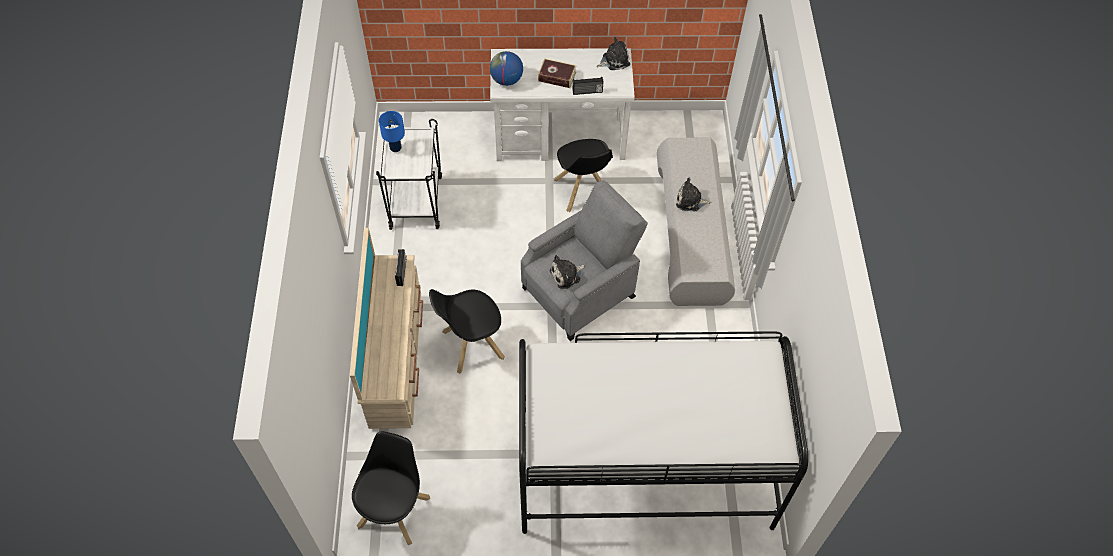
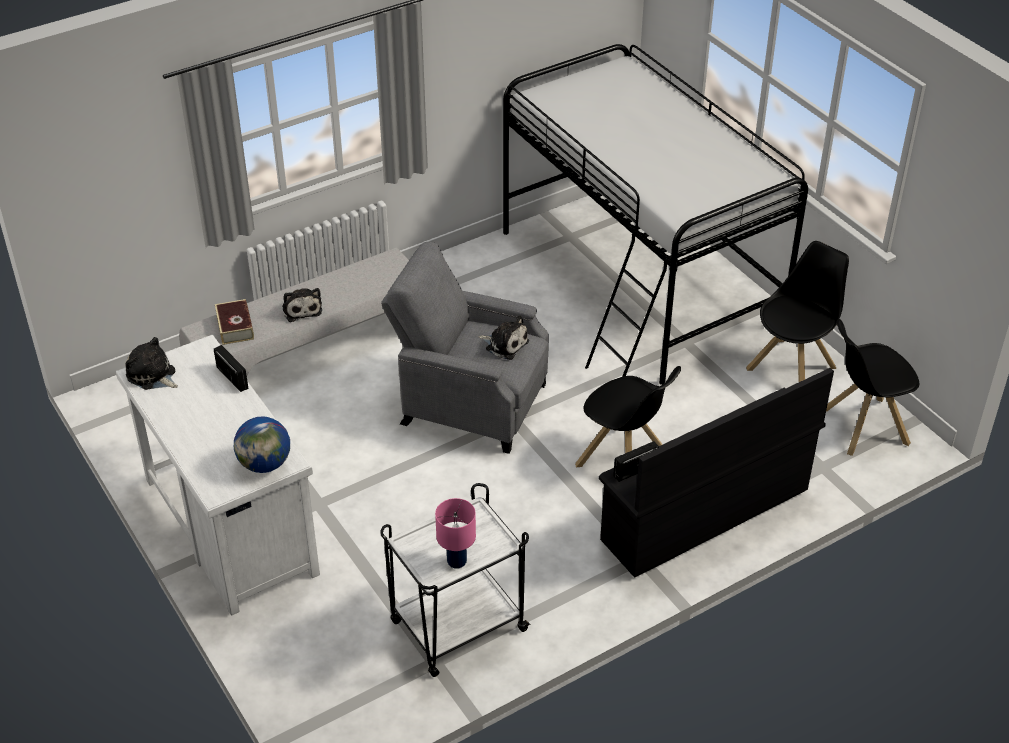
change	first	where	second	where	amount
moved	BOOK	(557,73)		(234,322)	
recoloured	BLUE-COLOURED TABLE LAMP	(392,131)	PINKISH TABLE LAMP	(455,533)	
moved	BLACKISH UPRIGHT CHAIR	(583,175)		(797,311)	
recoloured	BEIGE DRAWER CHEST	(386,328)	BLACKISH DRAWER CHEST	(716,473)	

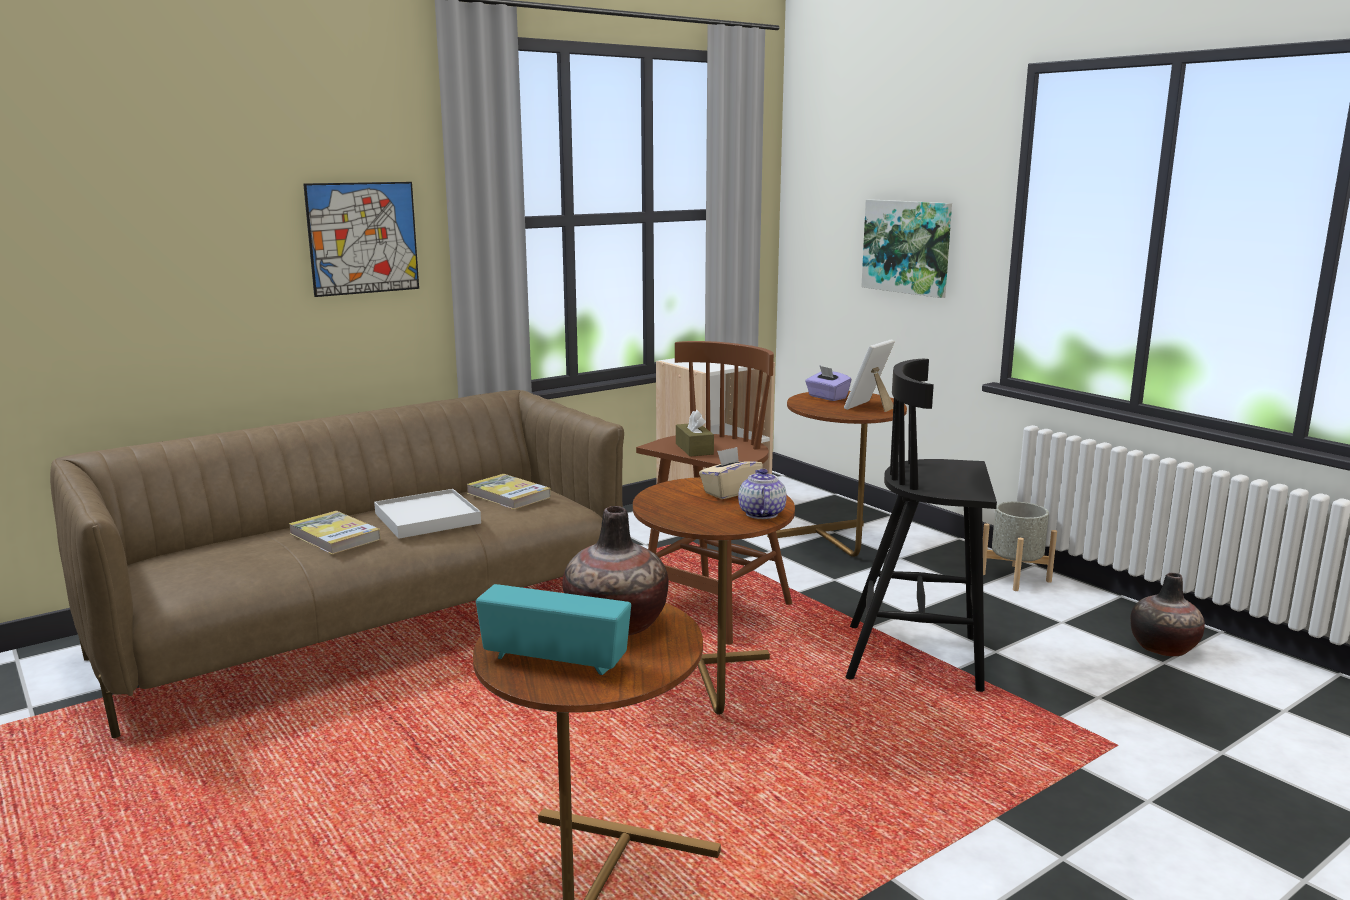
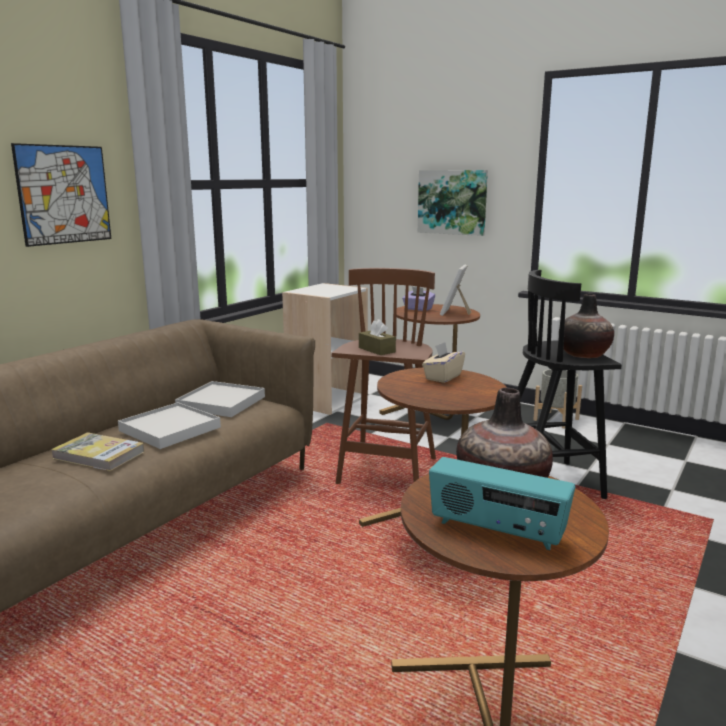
change	first	where	second	where	amount
removed	TEAPOT	(762,494)			
replaced	BOOK	(508,491)	WHITE TRAY	(220,399)	
moved	FLOWER VASE	(1167,614)		(586,326)	
turned	RADIO	(553,629)		(502,503)	150 degrees counterclockwise

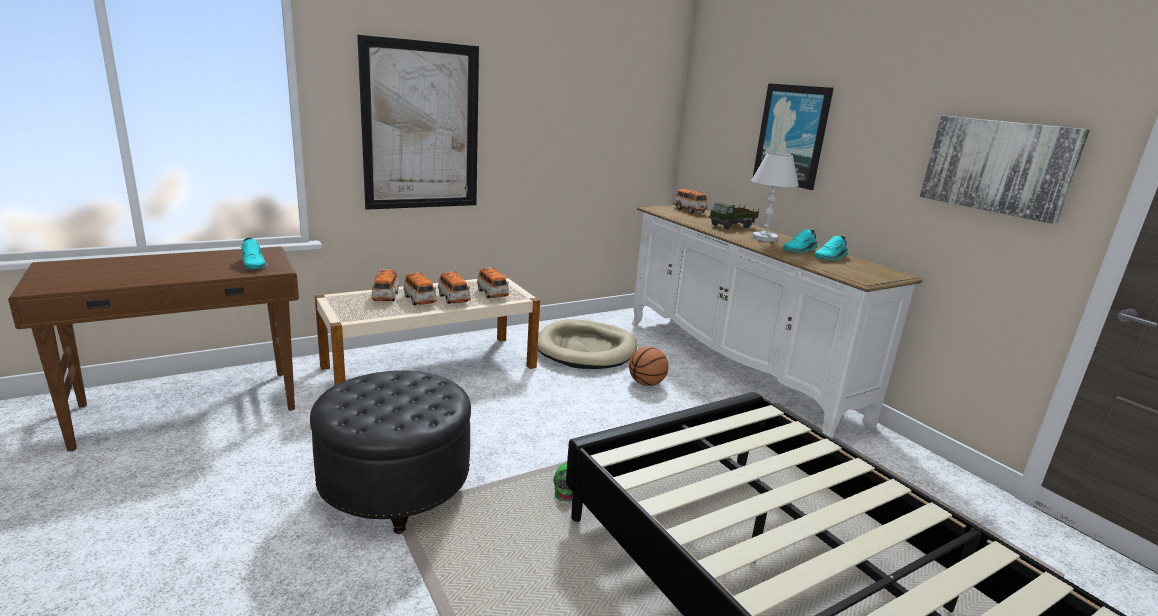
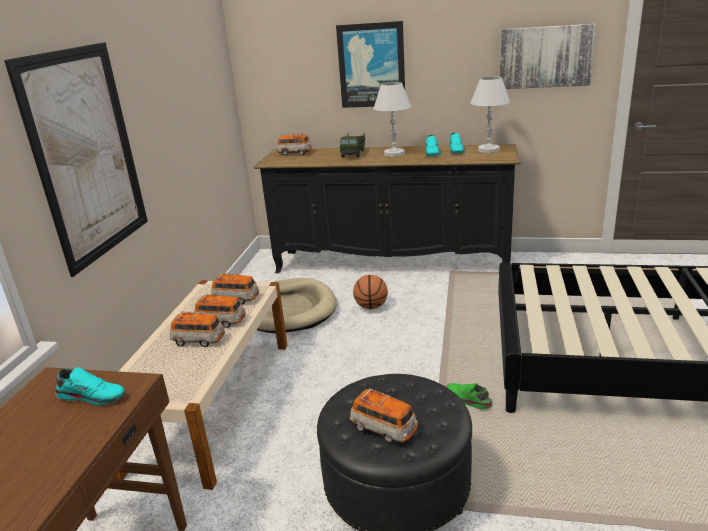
change	first	where	second	where	amount
recoloured	WHITE DRAWER CHEST	(777,322)	BLACKISH DRAWER CHEST	(387,208)	
moved	MINIATURE CAR	(385,285)		(383,416)	
added			WHITE TABLE LAMP	(490,114)	

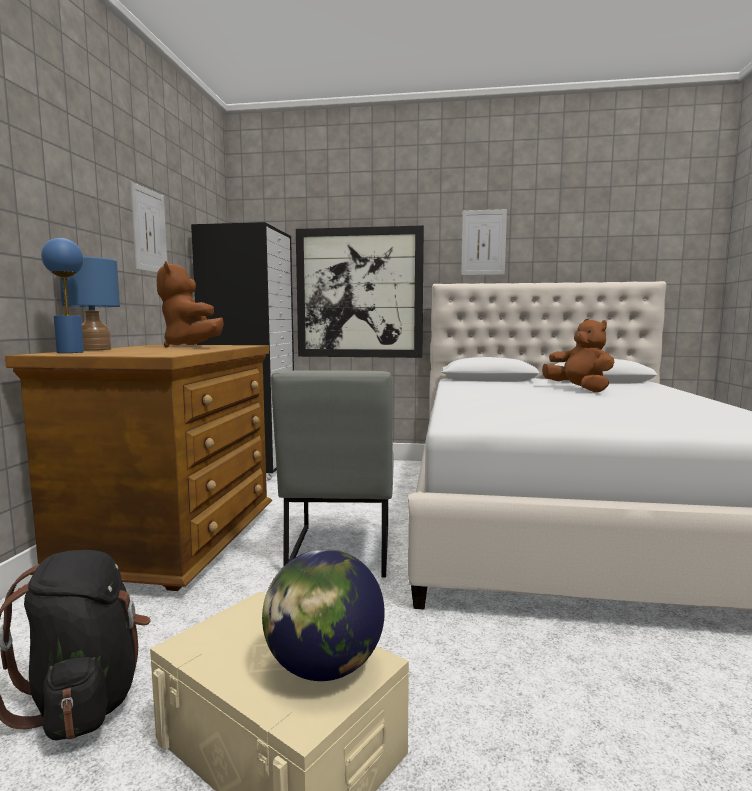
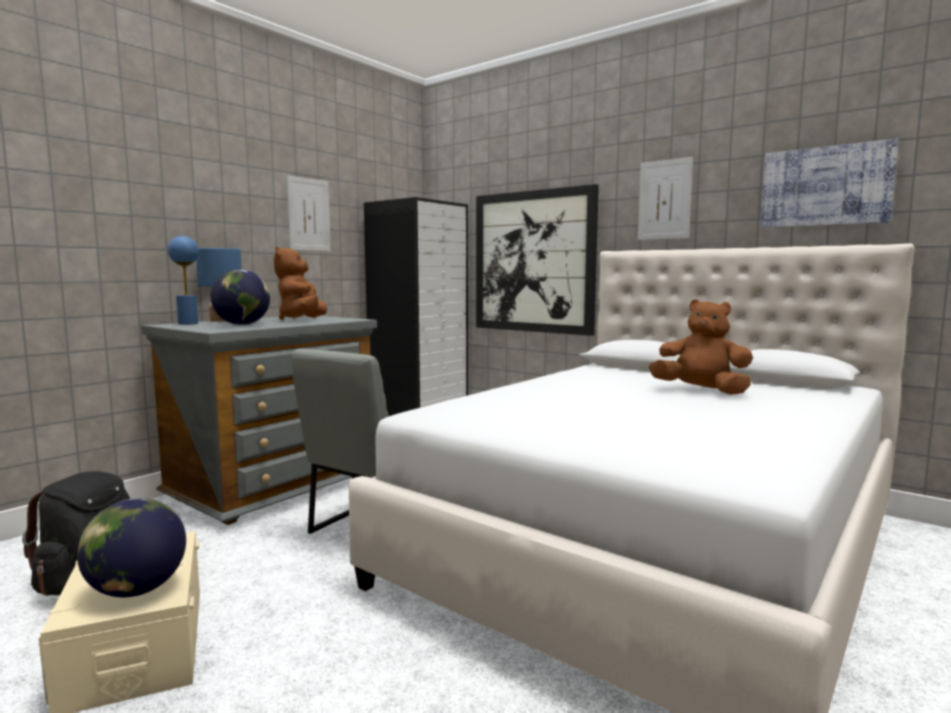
change	first	where	second	where	amount
turned	BROWN SOFT TOY	(578,355)		(701,347)	60 degrees counterclockwise
recoloured	BROWN DRAWER CHEST	(138,468)	GREYISH DRAWER CHEST	(259,420)	
added			WALL ART	(829,183)	
added			DESK GLOBE	(240,297)	

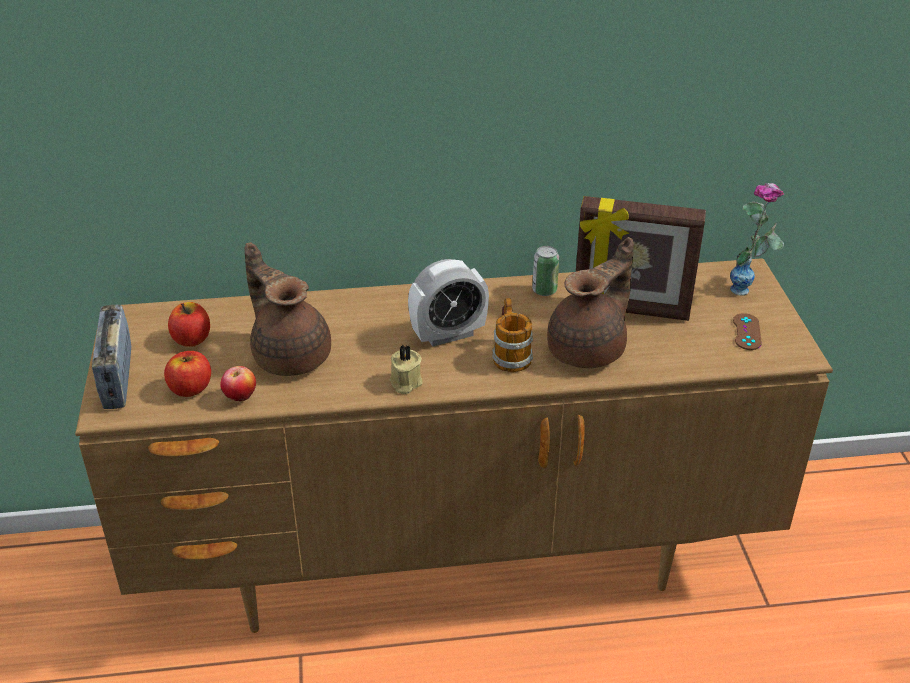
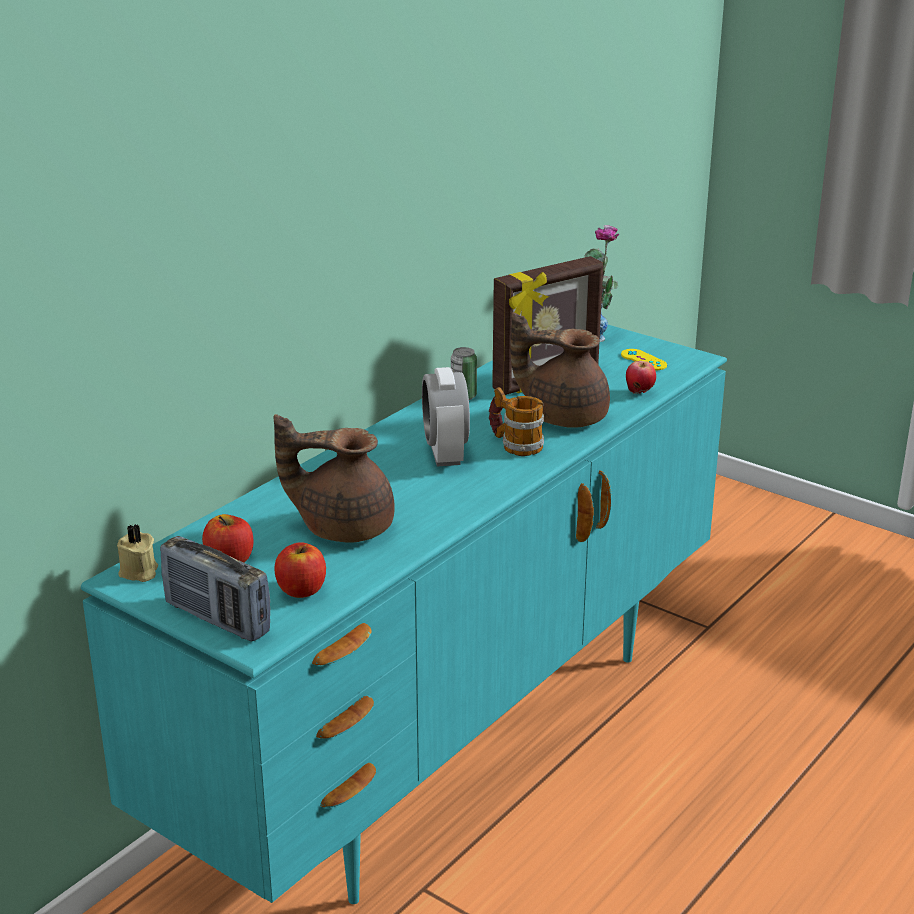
change	first	where	second	where	amount
turned	BROWN TEAPOT	(590,302)		(560,370)	75 degrees counterclockwise
recoloured	BROWN DRAWER CHEST	(454,445)	TURQUOISE DRAWER CHEST	(404,614)	
turned	ALARM CLOCK	(448,303)		(446,417)	150 degrees clockwise
recoloured	BROWN GAMEPAD	(747,331)	YELLOWISH GAMEPAD	(644,359)	
moved	BEIGE WAX CANDLE	(406,369)		(137,553)	
moved	APPLE	(238,383)		(641,377)	

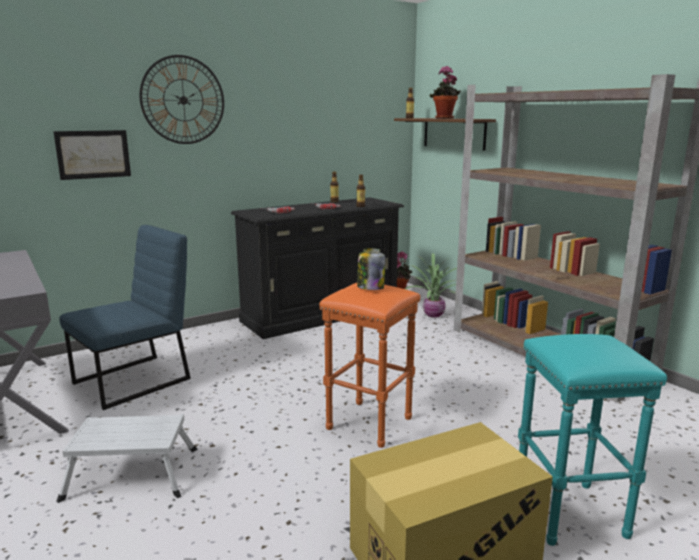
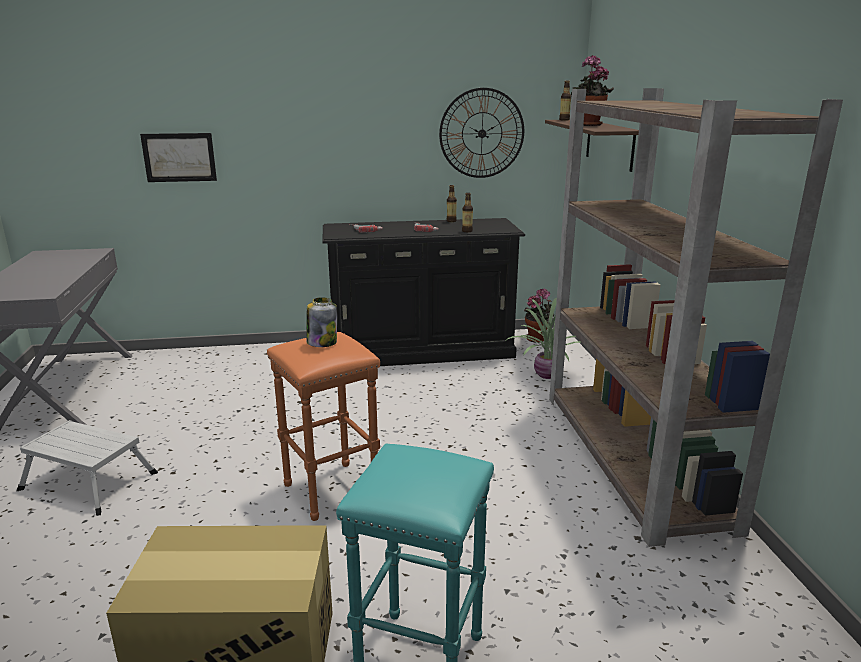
change	first	where	second	where	amount
moved	HANGING CLOCK	(181,99)		(481,133)	
removed	BLUE-COLOURED UPRIGHT CHAIR	(125,317)			

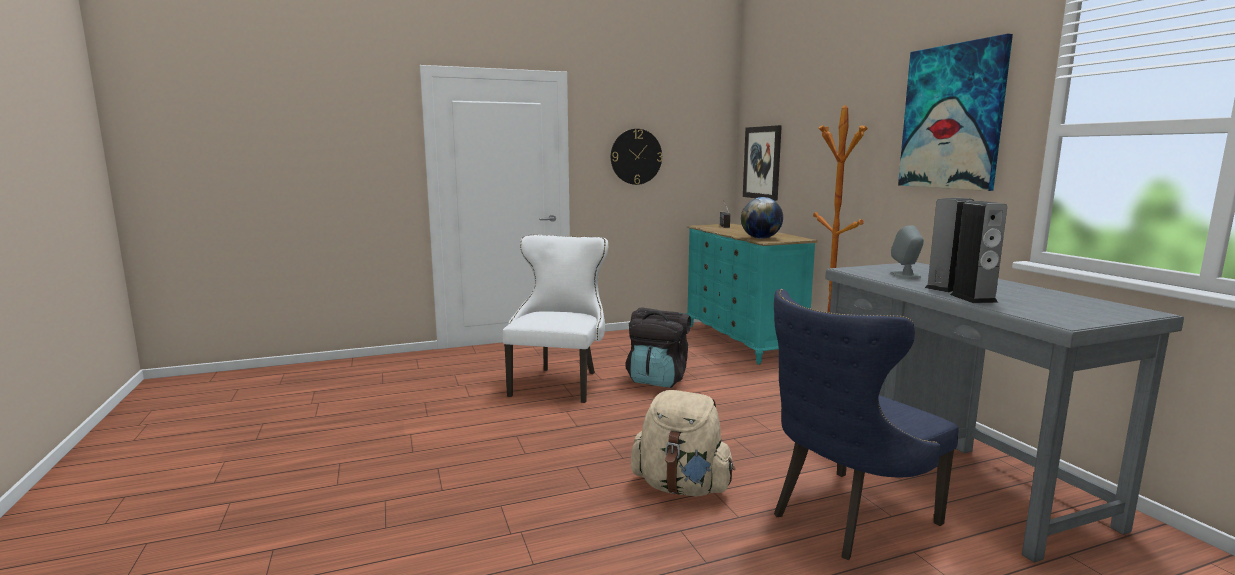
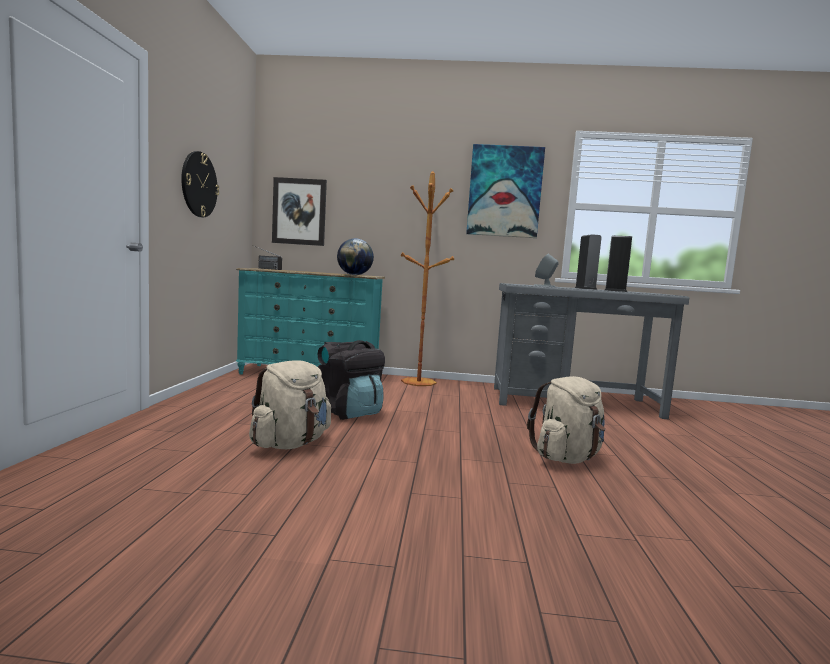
change	first	where	second	where	amount
replaced	WHITE UPRIGHT CHAIR	(555,319)	BEIGE RUCKSACK	(290,404)	
removed	BLUE-COLOURED UPRIGHT CHAIR	(866,424)			

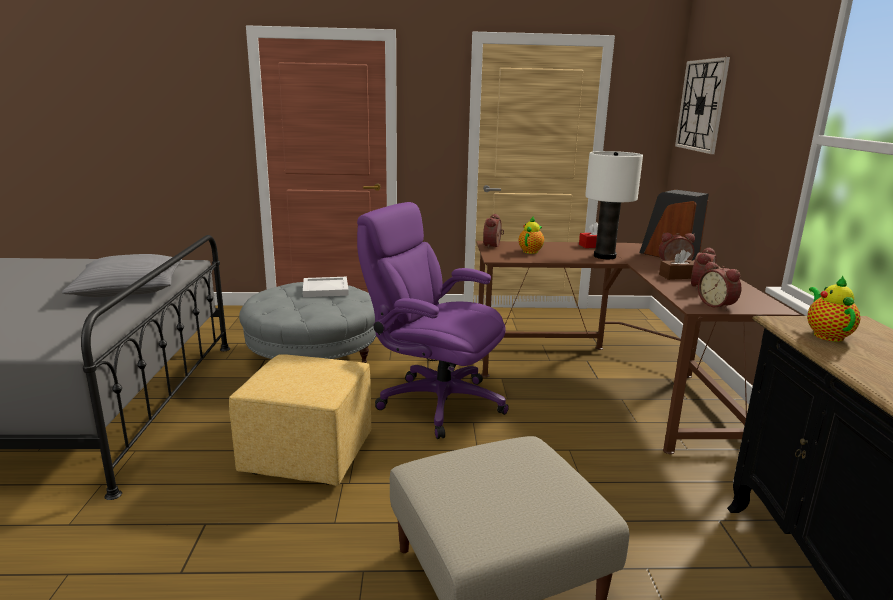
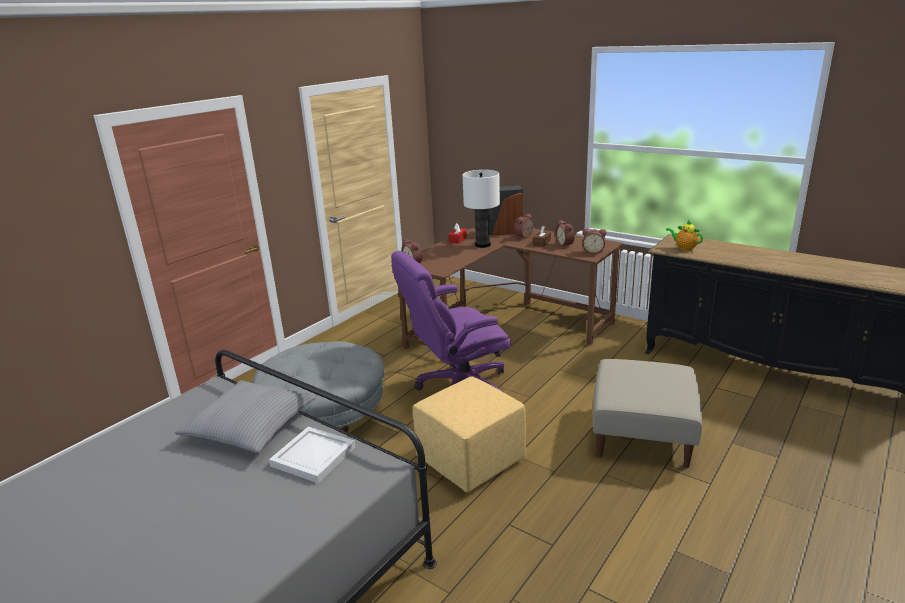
change	first	where	second	where	amount
removed	HANGING CLOCK	(702,105)			
removed	TEAPOT	(531,235)			
moved	WHITE TRAY	(326,287)		(312,455)	

